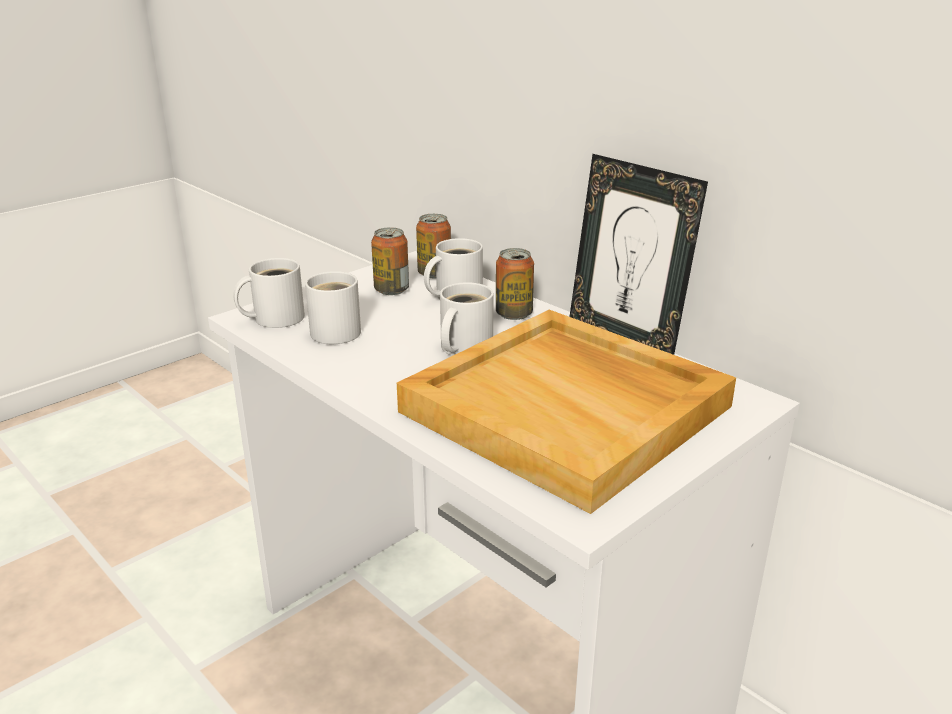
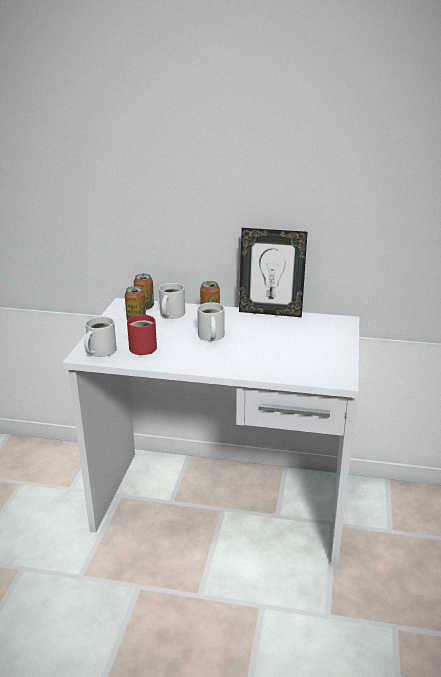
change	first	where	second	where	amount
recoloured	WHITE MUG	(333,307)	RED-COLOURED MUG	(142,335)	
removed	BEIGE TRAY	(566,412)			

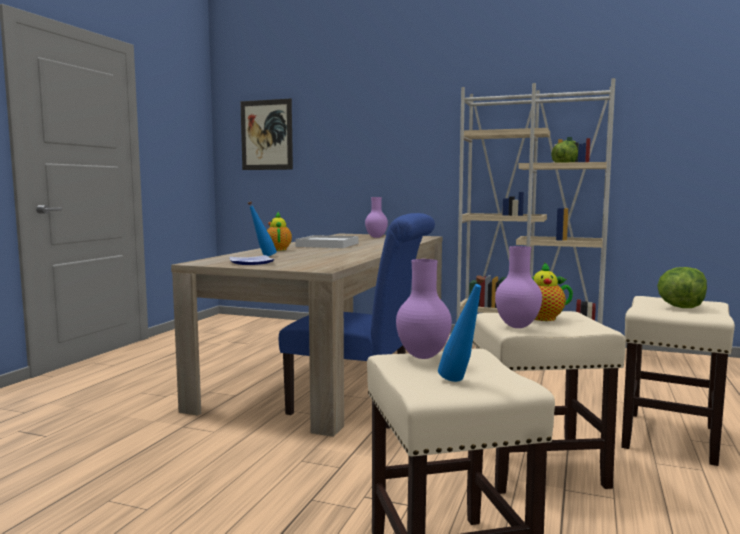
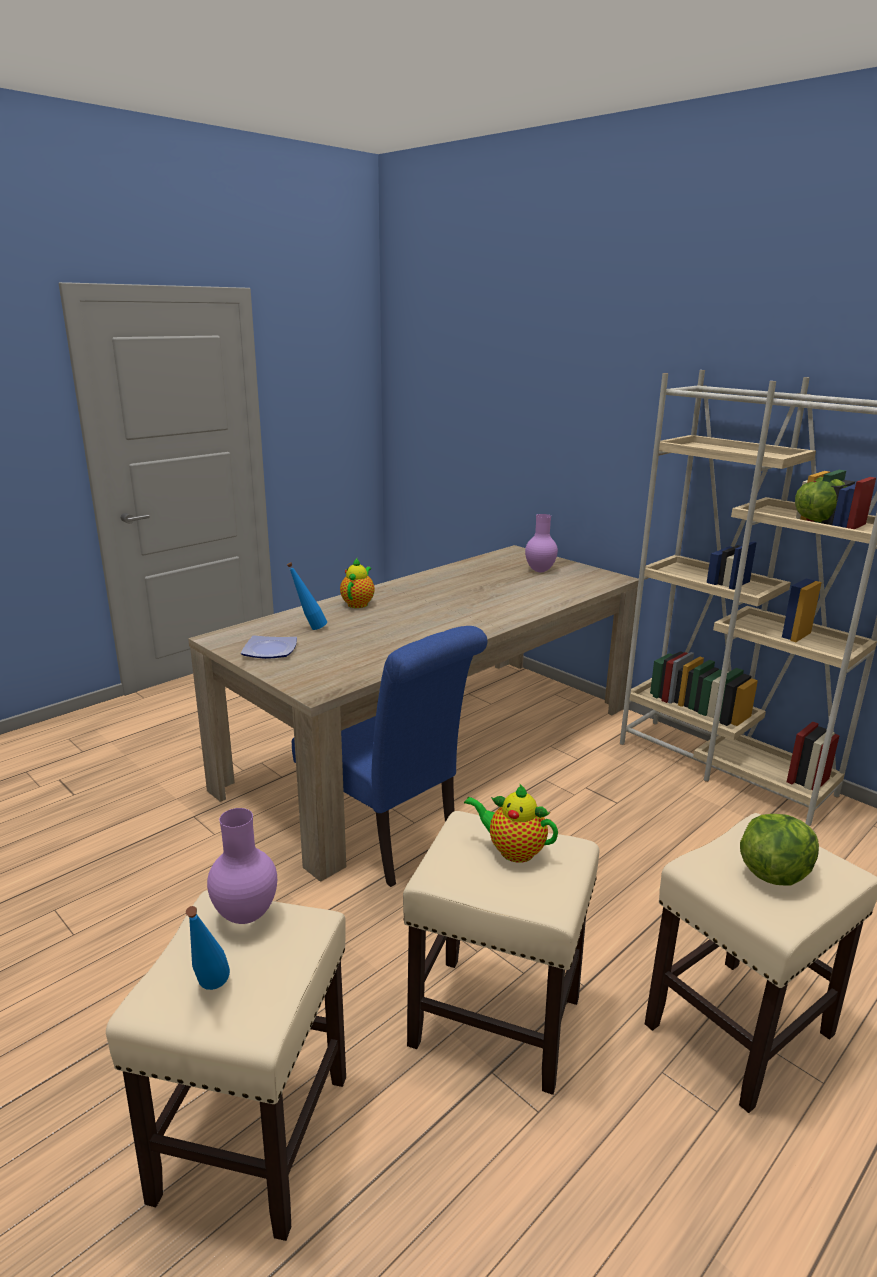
change	first	where	second	where	amount
removed	WALL ART	(266,134)			
removed	WHITE TRAY	(327,241)			
removed	PURPLE-COLOURED FLOWER VASE	(518,287)			

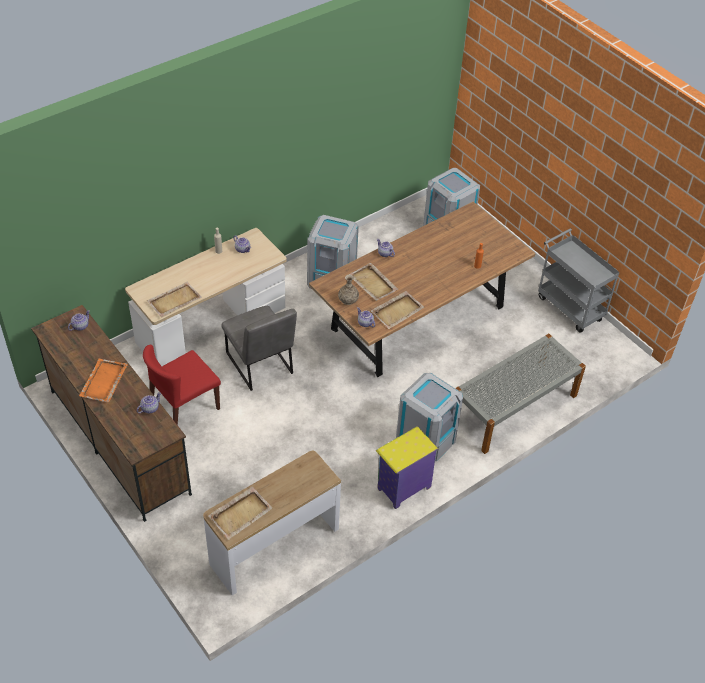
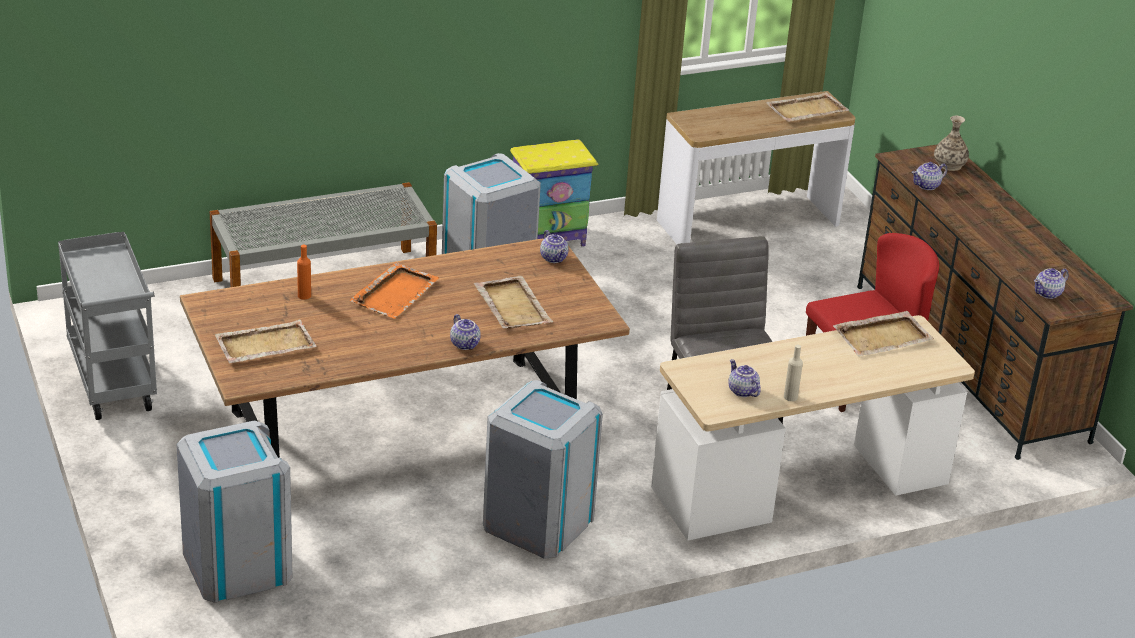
change	first	where	second	where	amount
moved	FLOWER VASE	(348,290)		(951,143)	
moved	BEIGE TRAY	(397,310)		(265,341)	
moved	ORANGE TRAY	(103,380)		(394,290)	

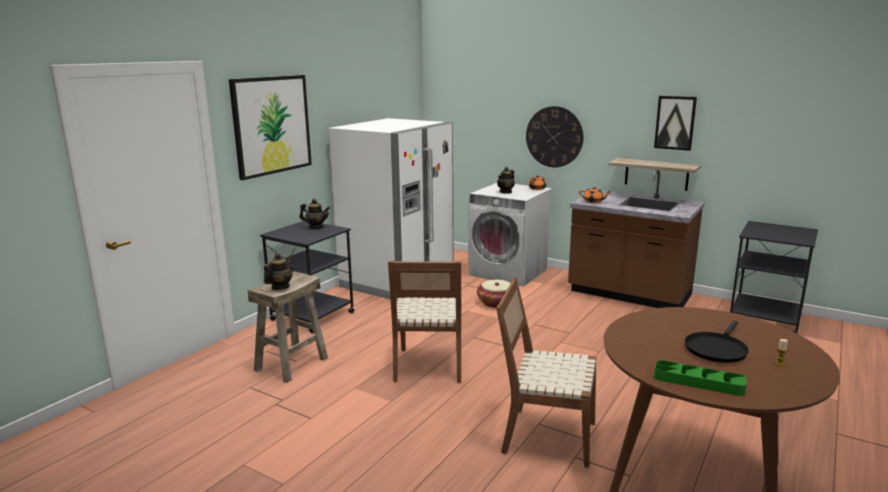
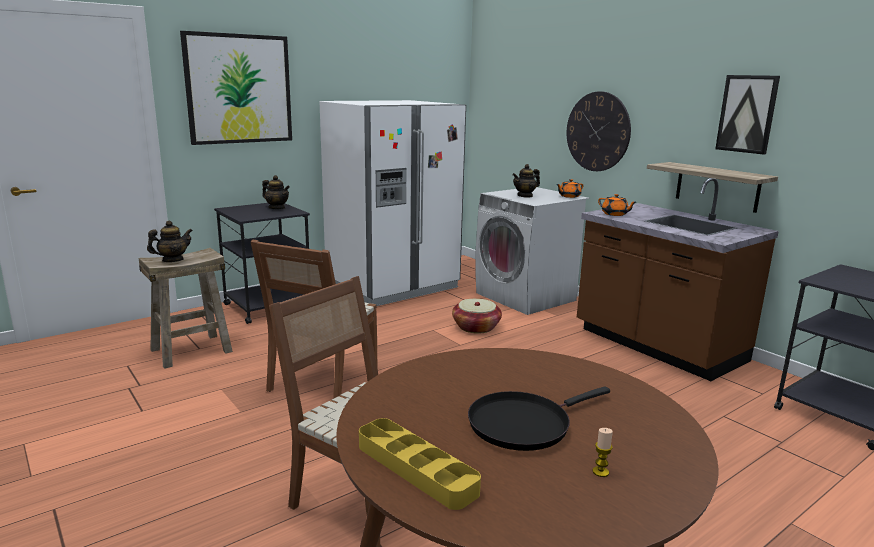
change	first	where	second	where	amount
recoloured	GREENISH TRAY	(700,378)	YELLOWISH TRAY	(420,464)	

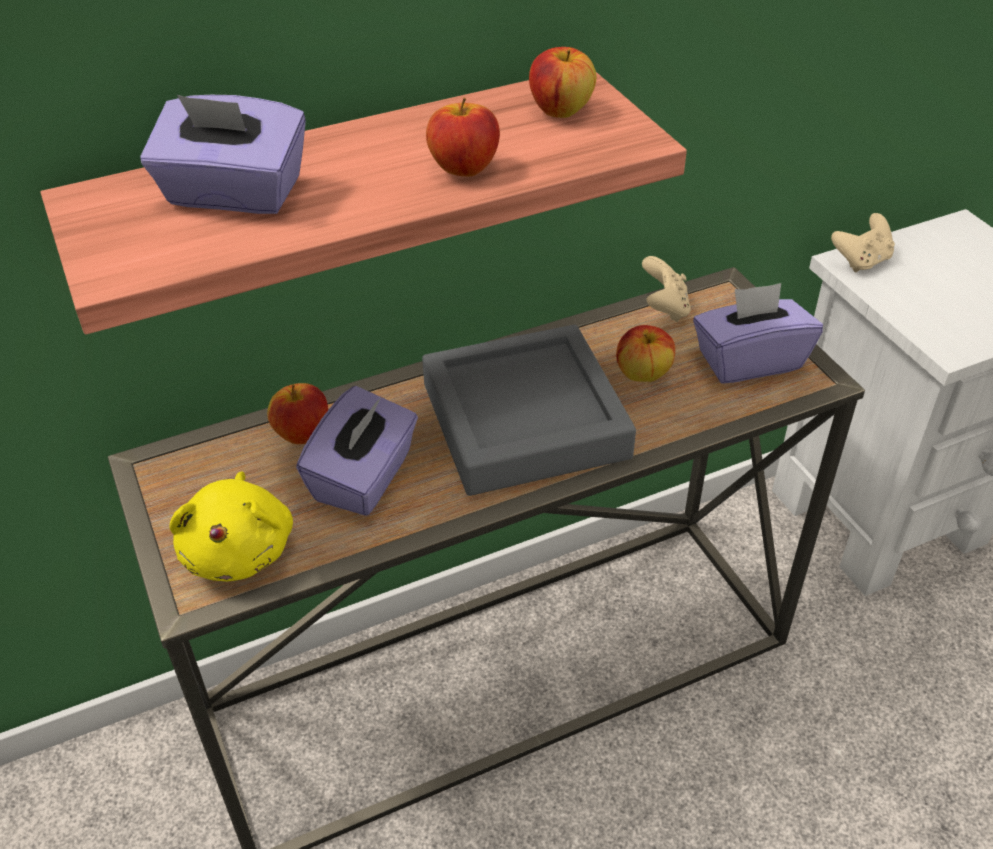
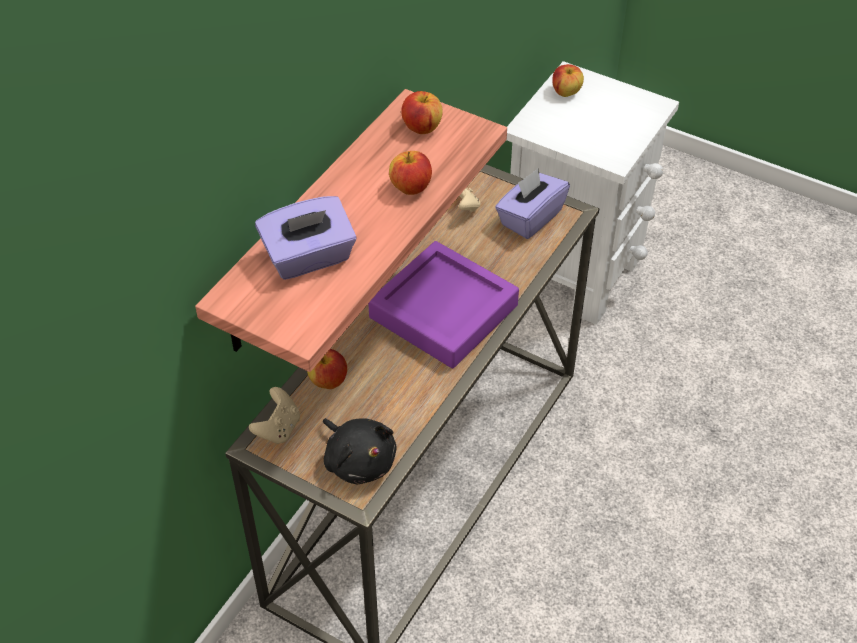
change	first	where	second	where	amount
moved	BEIGE GAMEPAD	(863,242)		(274,415)	
recoloured	GREYISH TRAY	(529,410)	PURPLE-COLOURED TRAY	(443,305)	
moved	APPLE	(645,353)		(568,80)	
removed	PURPLE-COLOURED BOX OF TISSUES	(357,451)			
recoloured	YELLOWISH SOFT TOY	(231,526)	BLACKISH SOFT TOY	(360,451)	

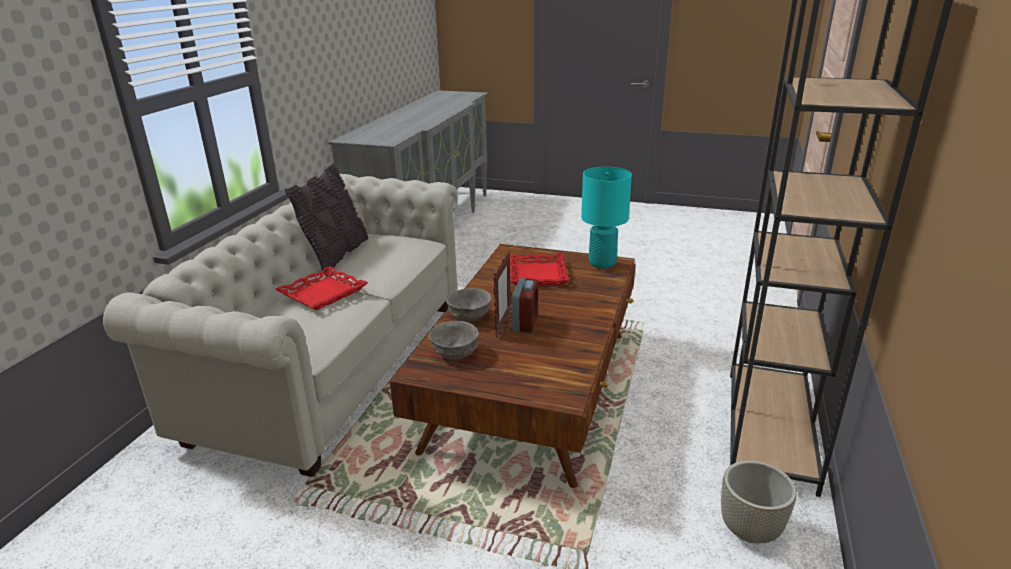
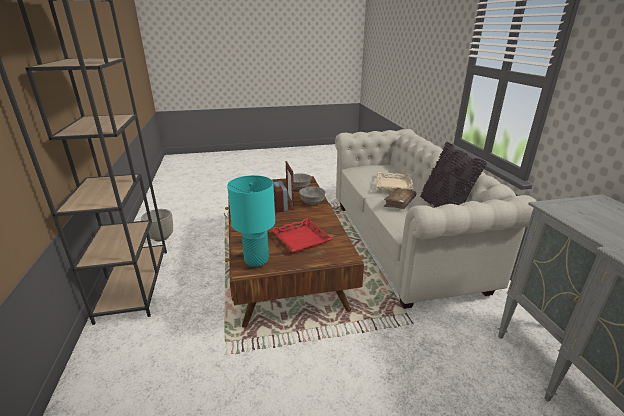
change	first	where	second	where	amount
recoloured	RED-COLOURED TRAY	(321,288)	BEIGE TRAY	(395,181)	
added			BROWN BOOK	(400,198)	

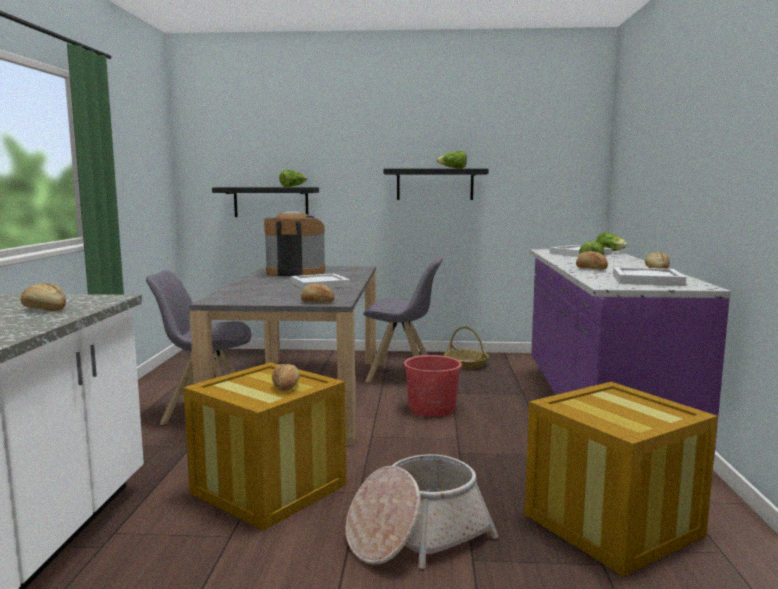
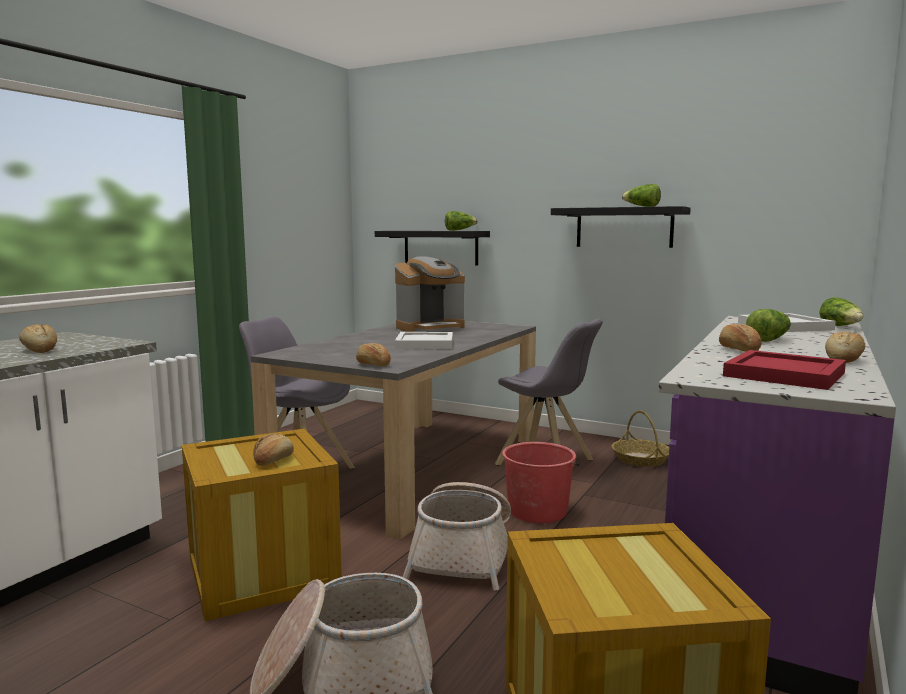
change	first	where	second	where	amount
turned	COFFEE MAKER	(294,243)		(430,294)	120 degrees clockwise
recoloured	WHITE TRAY	(649,276)	RED-COLOURED TRAY	(784,370)	
added			BASKET	(457,536)	

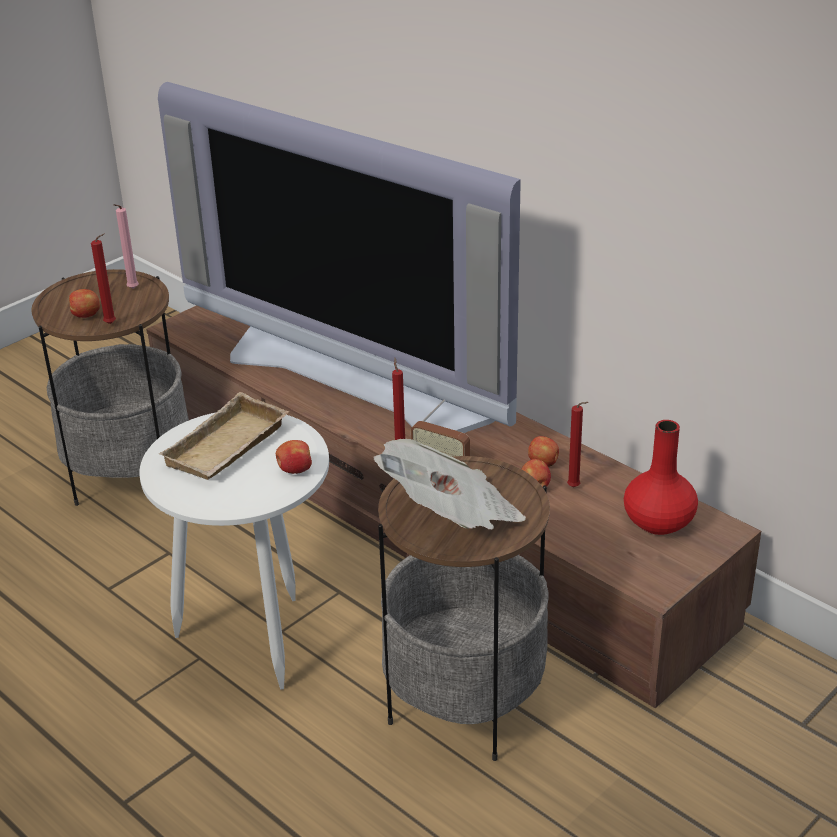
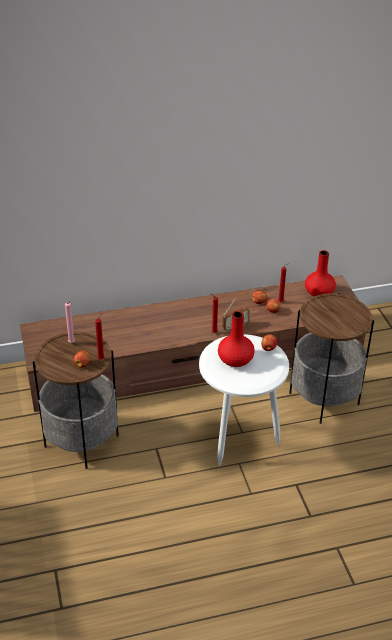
change	first	where	second	where	amount
removed	TV SET	(339,257)			
replaced	BEIGE TRAY	(224,436)	RED-COLOURED FLOWER VASE	(236,339)	
removed	PRINTED PAPER	(449,484)			

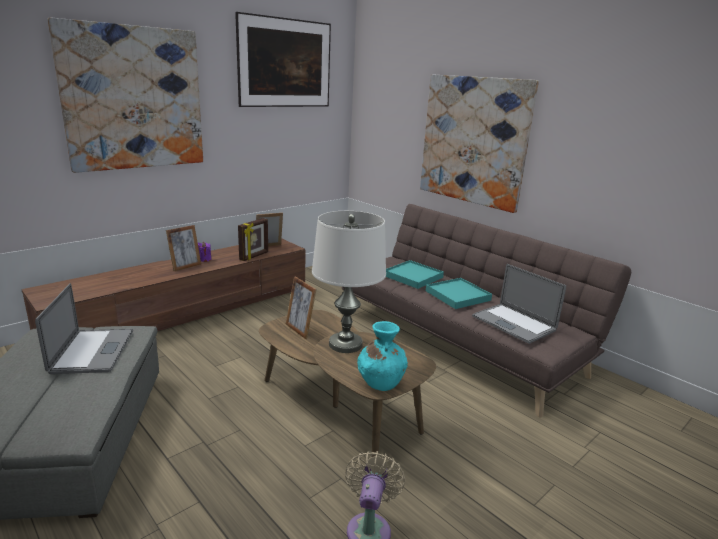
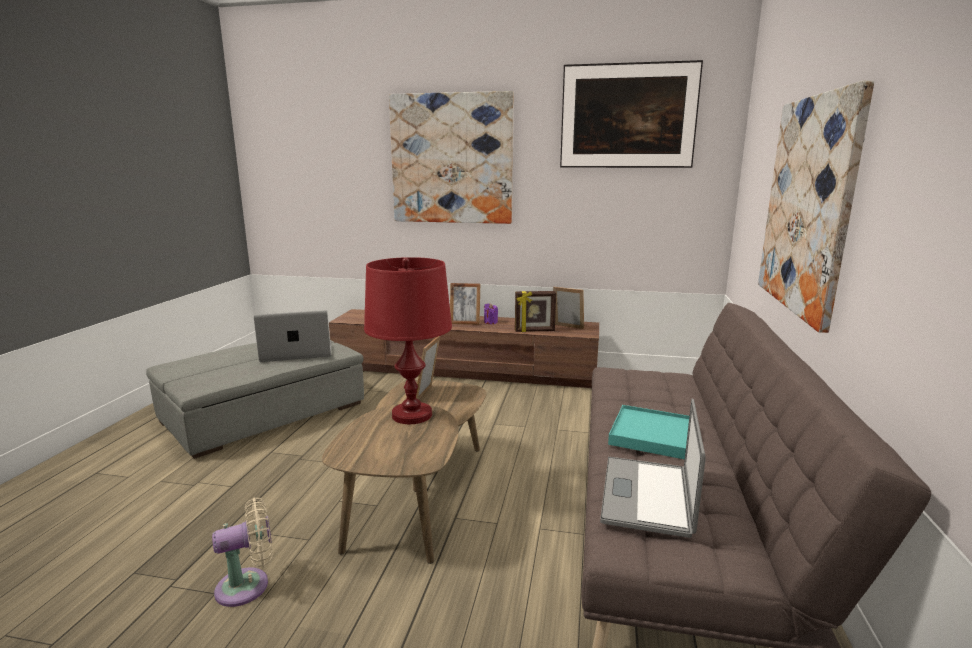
change	first	where	second	where	amount
recoloured	WHITE TABLE LAMP	(349,282)	RED-COLOURED TABLE LAMP	(408,340)	
removed	TURQUOISE TRAY	(415,274)			
turned	NOTEBOOK COMPUTER	(84,328)		(292,336)	150 degrees counterclockwise
removed	TURQUOISE FLOWER VASE	(382,356)			

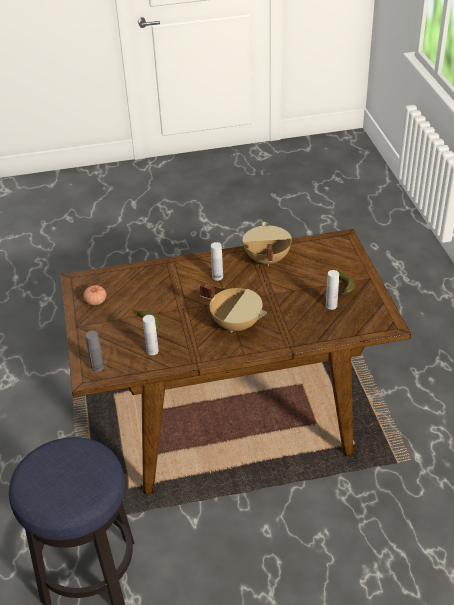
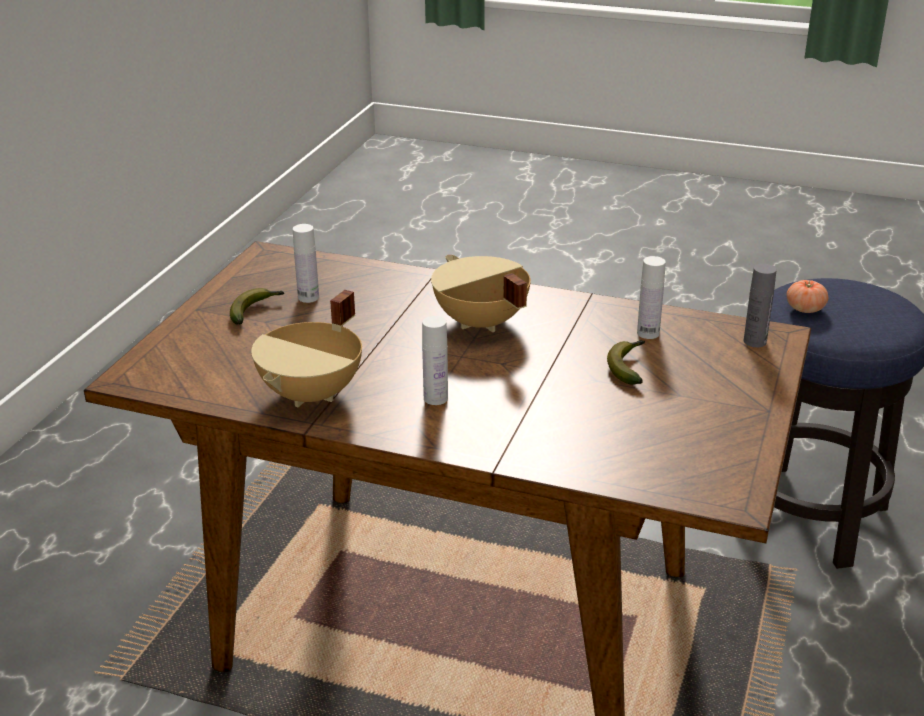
change	first	where	second	where	amount
moved	FRESH TOMATO	(94,295)		(807,296)	

